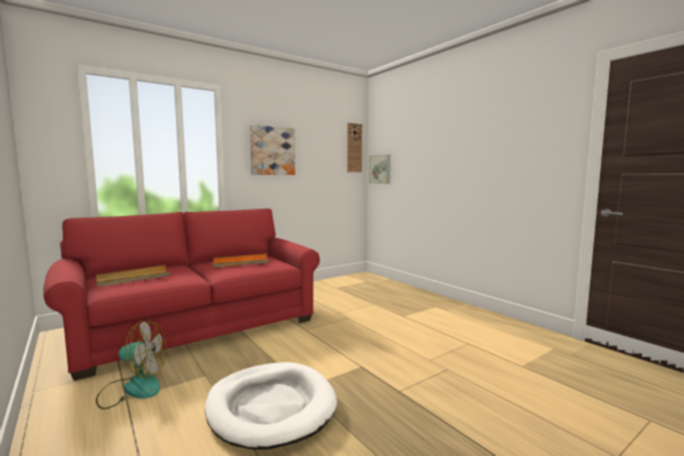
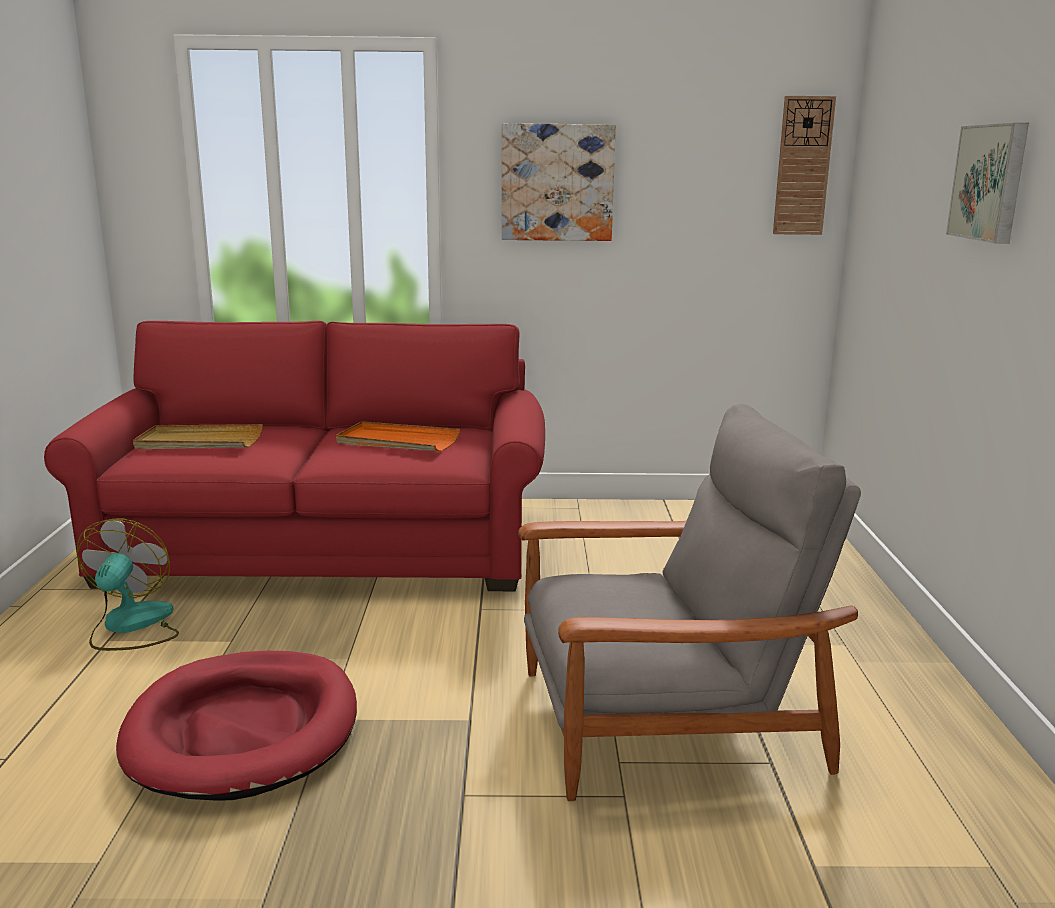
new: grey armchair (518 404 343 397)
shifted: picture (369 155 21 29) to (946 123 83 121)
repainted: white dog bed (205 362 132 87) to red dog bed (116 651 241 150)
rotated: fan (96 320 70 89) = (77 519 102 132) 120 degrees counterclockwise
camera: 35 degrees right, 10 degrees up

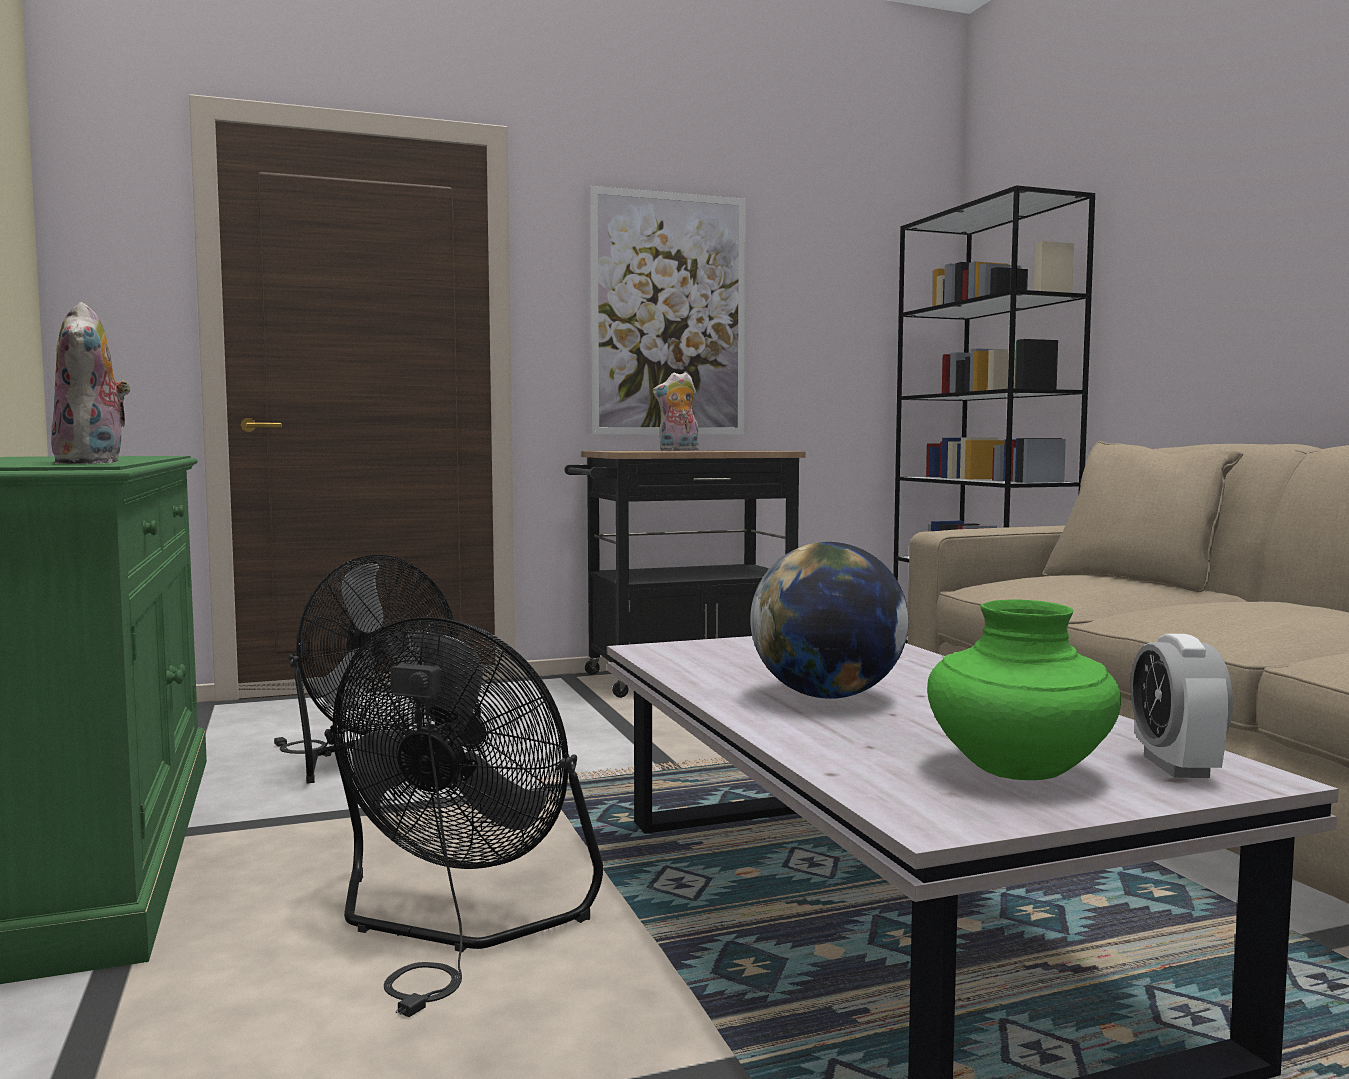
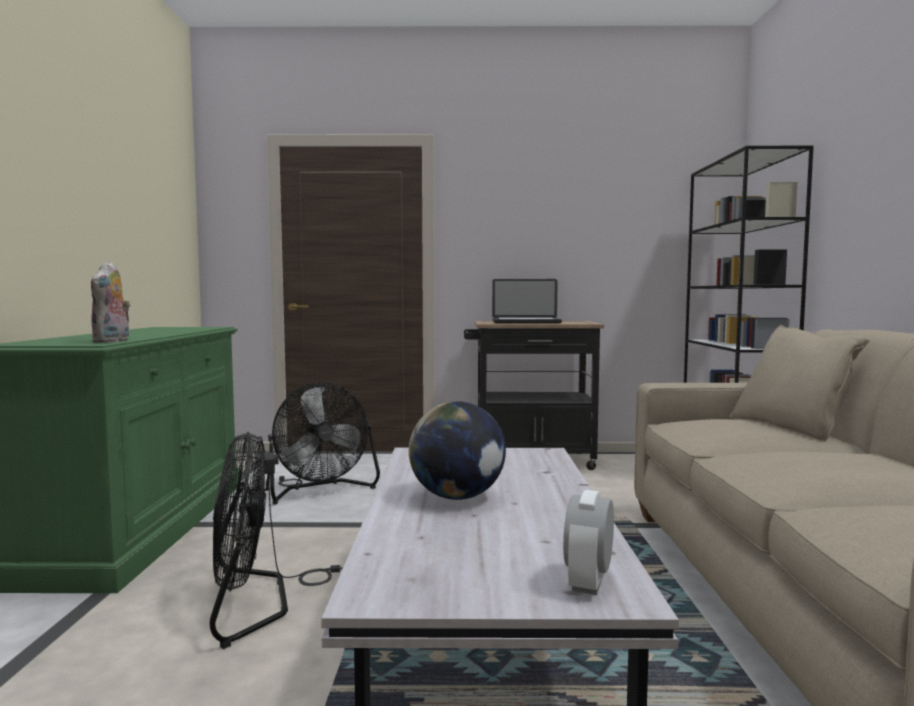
gone: picture (589 186 157 249); green vase (927 599 194 181)
swapped: plush toy (653 372 46 79) to laptop (492 279 70 44)
rotated: black fan (324 617 279 400) = (210 432 132 217) 150 degrees counterclockwise
camera: 20 degrees right, 0 degrees up

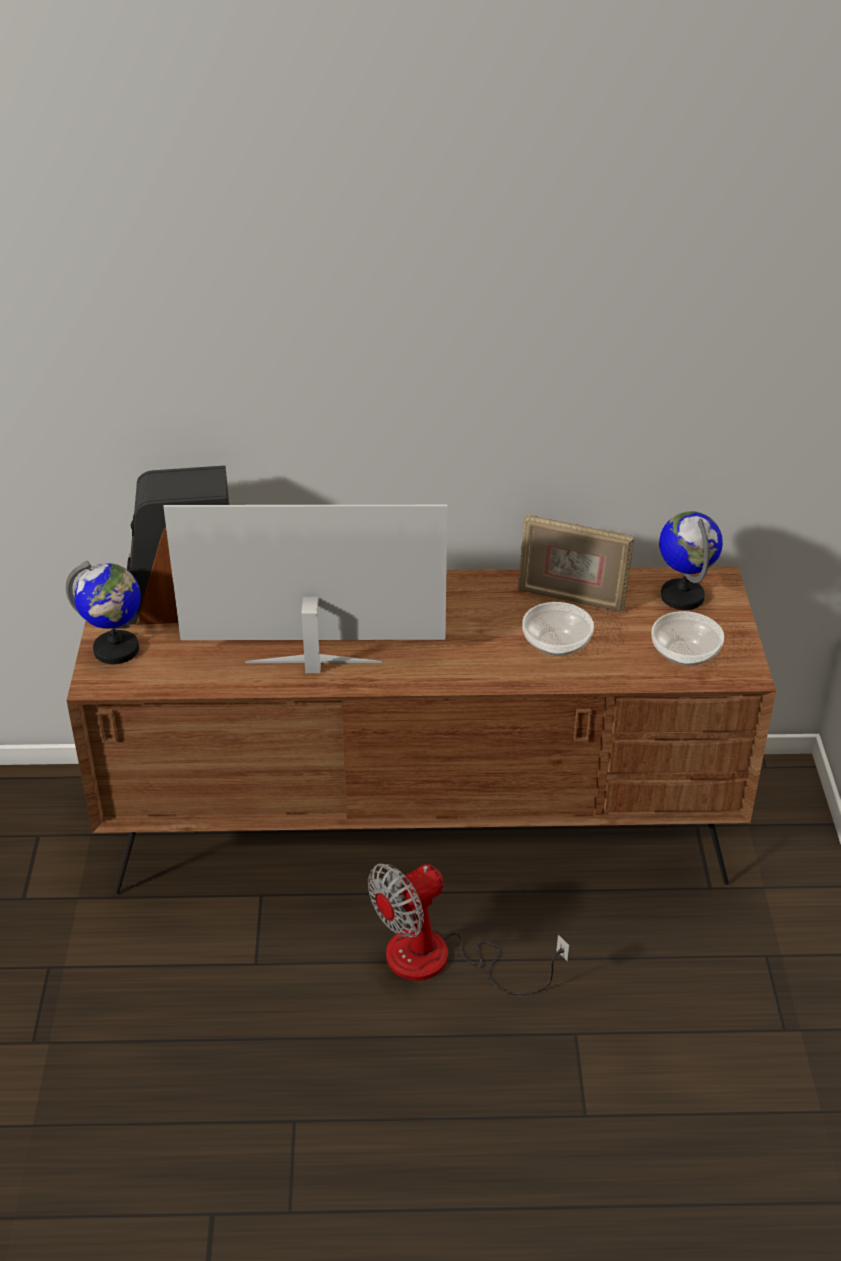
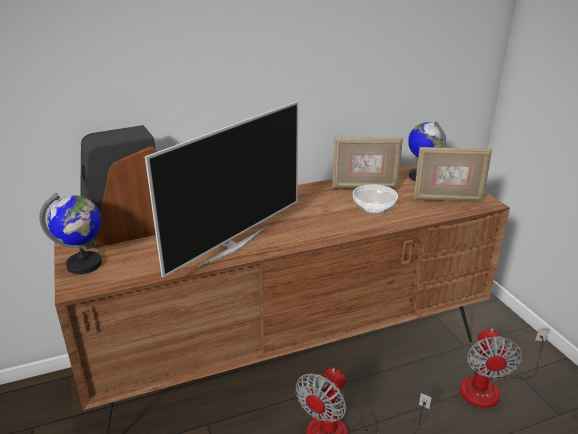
new: fan (460 329 88 79)
swapped: bowl (651 611 73 55) to picture frame (413 147 79 55)
rotated: television (163 505 284 168) = (145 101 153 176) 150 degrees clockwise
camera: 20 degrees left, 10 degrees down

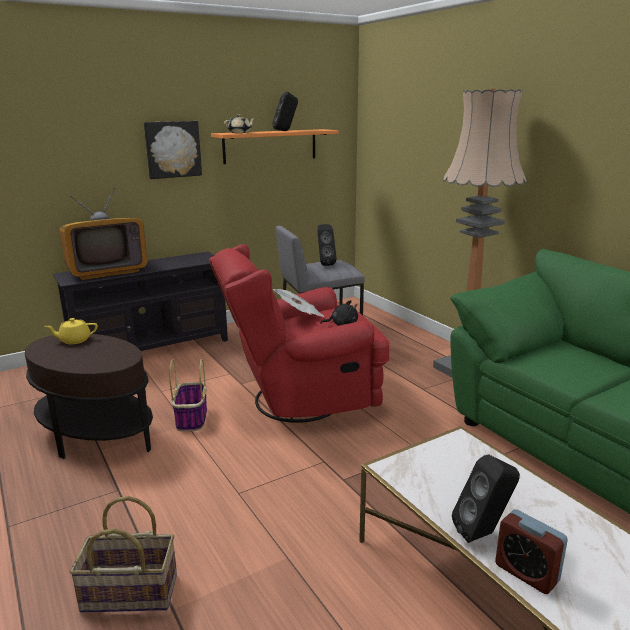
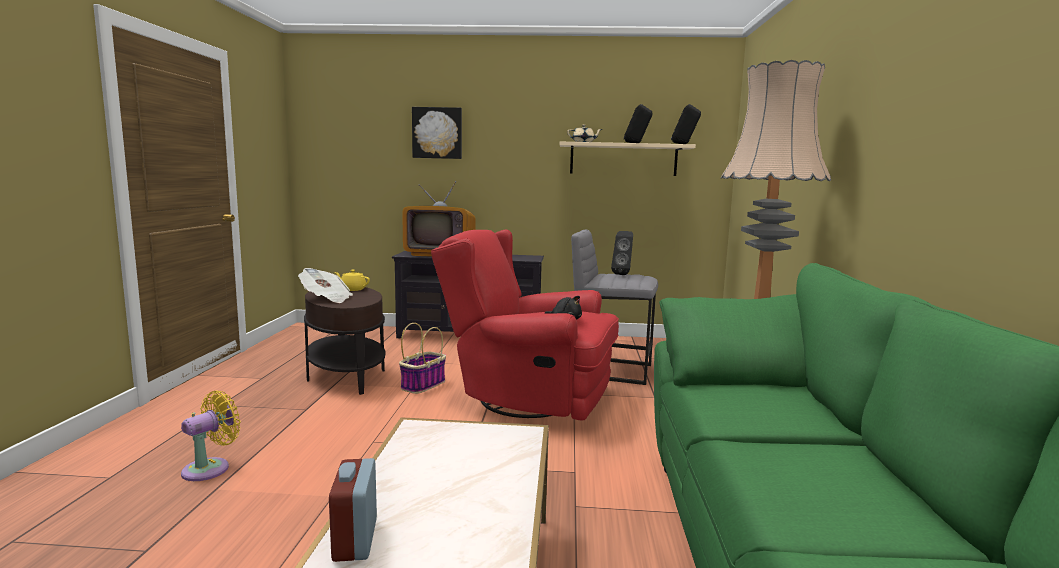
shifted: picture (144 121 58 58) to (412 107 50 52); newspaper (273 289 52 28) to (298 268 55 35); black speaker (452 454 68 89) to (671 104 30 40)
swapped: basket (70 496 107 117) to yellow fan (181 390 59 91)
repainted: orange shelf (211 129 128 35) to beige shelf (559 142 137 34)
camera: 35 degrees right, 10 degrees down

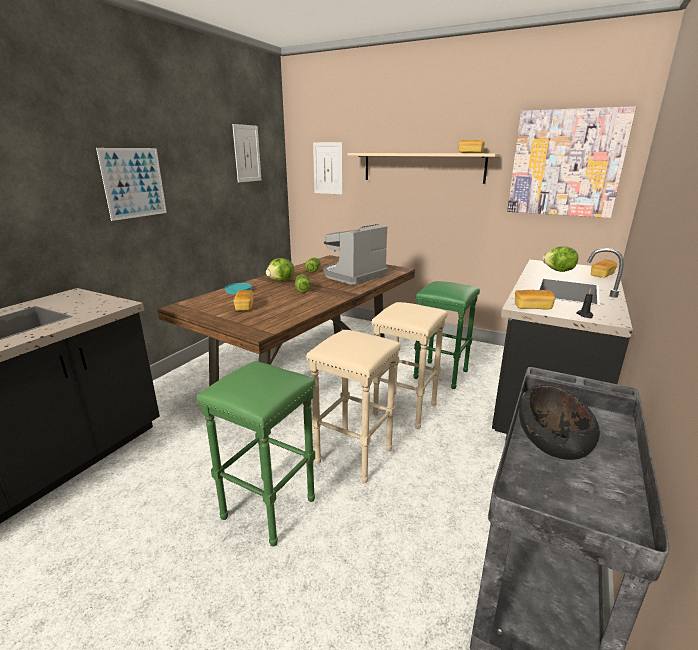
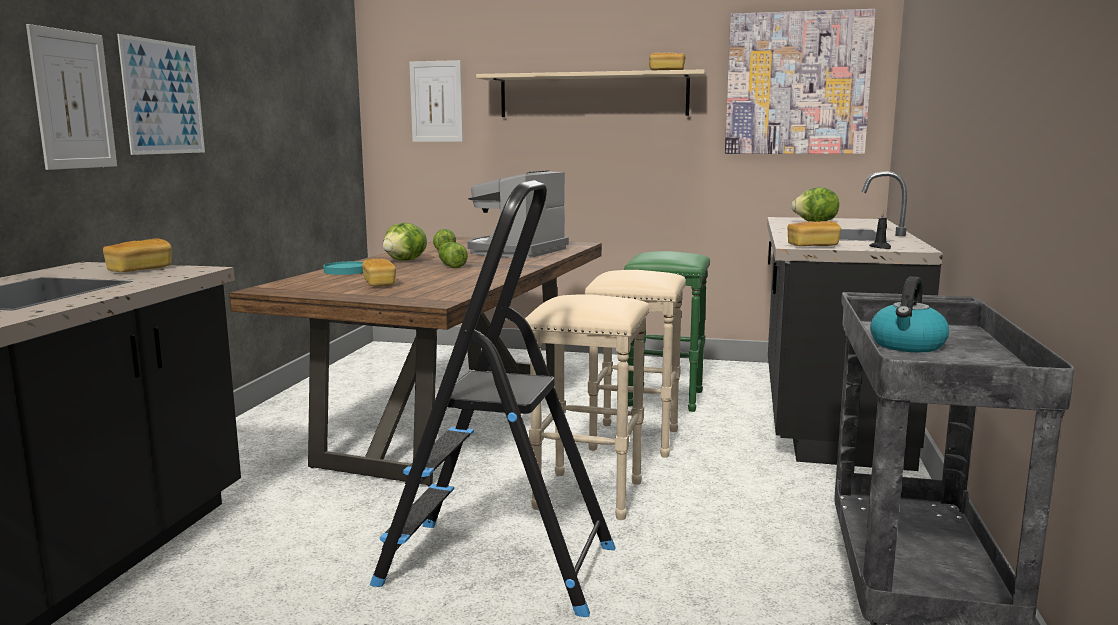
shifted: picture (232 124 29 59) to (26 24 91 146); bread (591 260 26 18) to (103 238 69 34)
swapped: green stool (197 361 119 186) to black step ladder (370 180 246 437); black bowl (519 384 81 76) to kettle (870 276 79 76)
camera: 15 degrees left, 10 degrees down

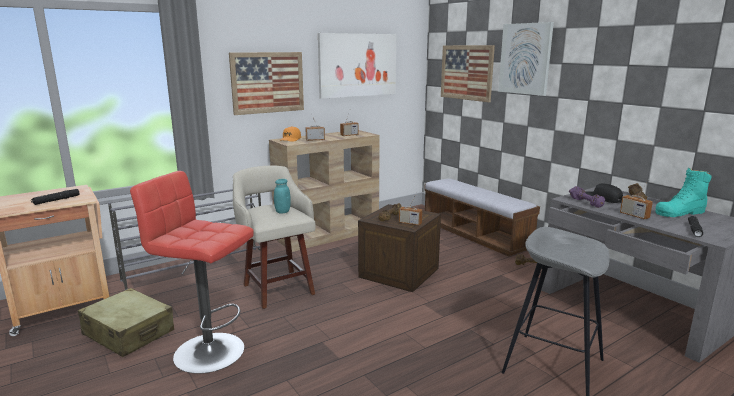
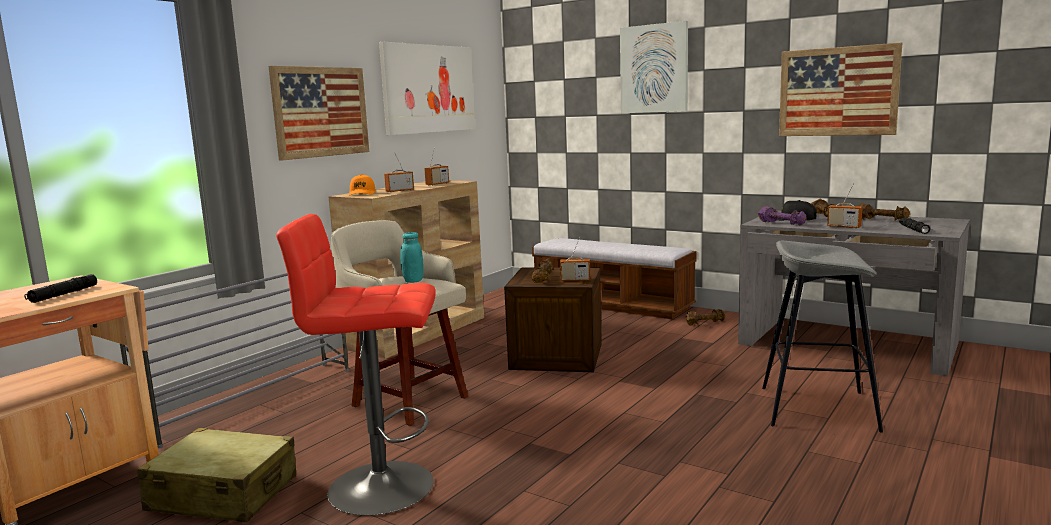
shifted: picture (441 45 54 57) to (779 42 123 94)
swapped: turquoise boot (656 167 55 50) to brown dumbbell (858 204 52 17)
camera: 20 degrees left, 5 degrees down

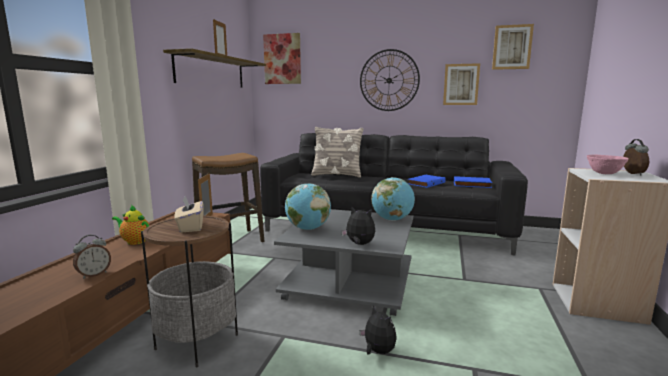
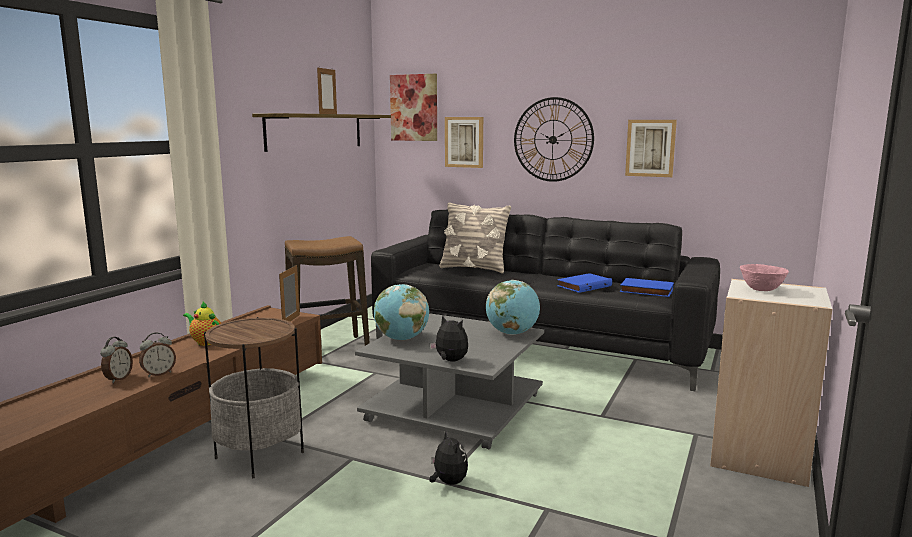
gone: beige tissue box (174 196 29 37)
shifted: picture (492 24 42 46) to (445 117 38 51); alarm clock (623 139 26 36) to (100 337 33 46)
camera: 10 degrees right, 0 degrees up

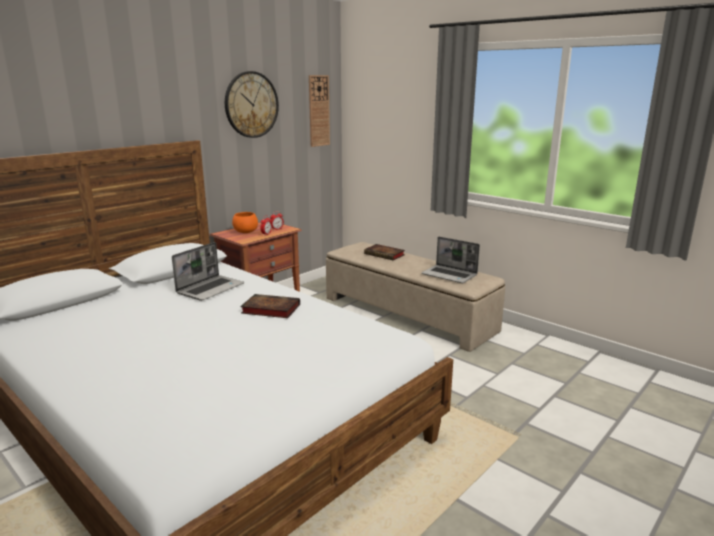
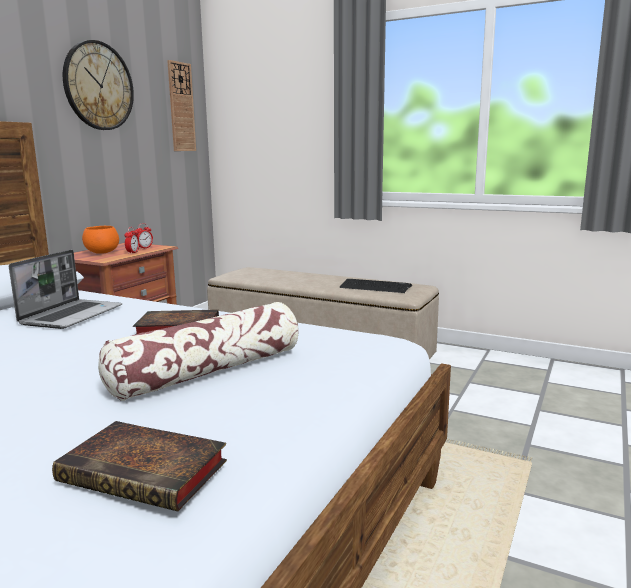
new: pillow (98 302 201 99)
shifted: book (364 244 41 16) to (52 421 175 90)
swapped: laptop (421 236 59 47) to keyboard (339 279 73 14)
camera: 15 degrees left, 5 degrees down

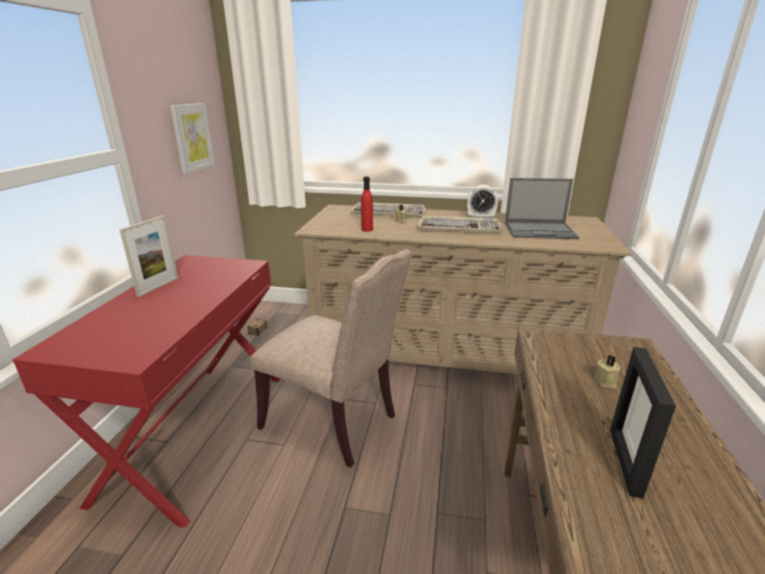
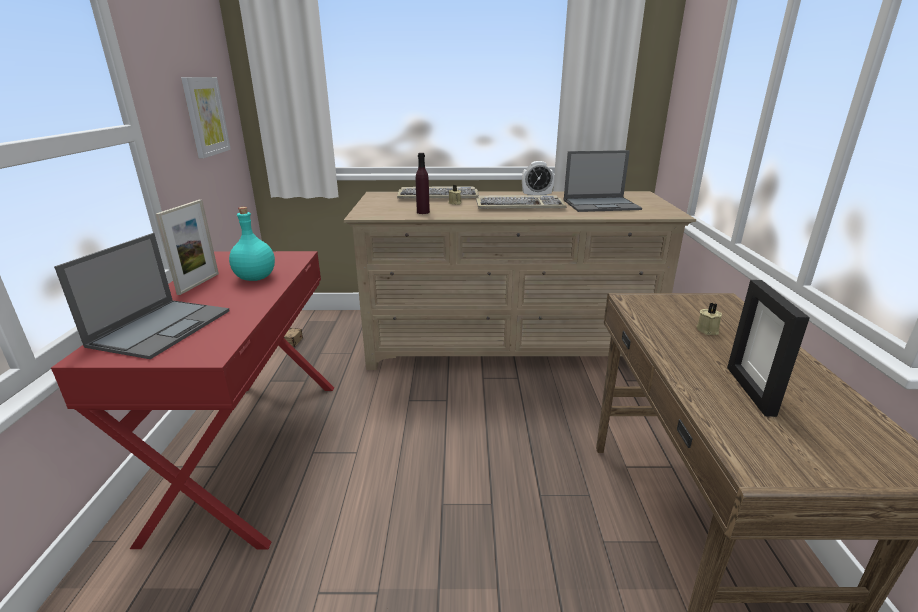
gone: beige chair (250 249 162 218)
new: laptop (54 233 176 126); turquoise bottle (229 207 46 74)
repainted: red bottle (361 176 12 56) to purple bottle (416 153 14 61)
camera: 10 degrees left, 0 degrees up

